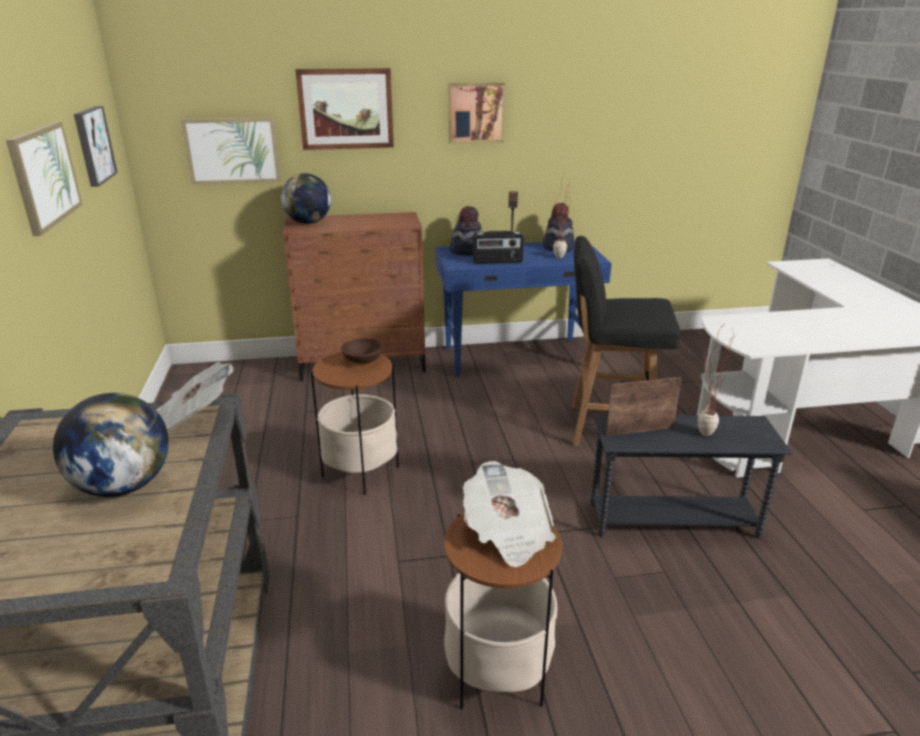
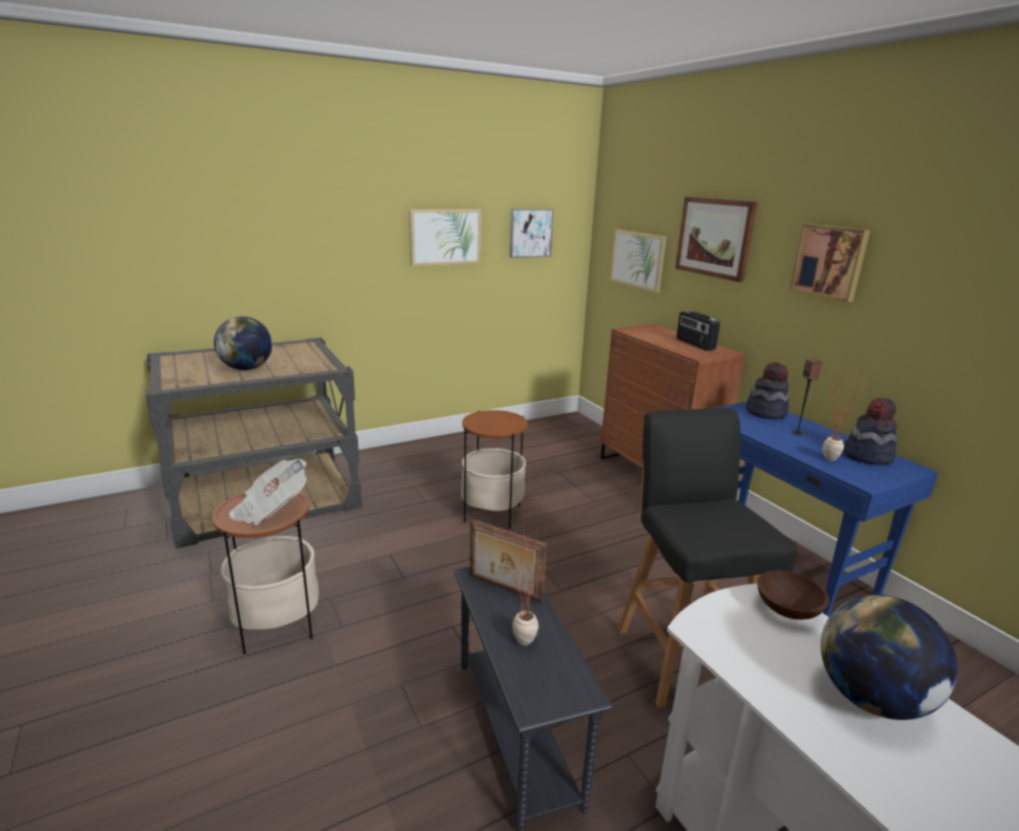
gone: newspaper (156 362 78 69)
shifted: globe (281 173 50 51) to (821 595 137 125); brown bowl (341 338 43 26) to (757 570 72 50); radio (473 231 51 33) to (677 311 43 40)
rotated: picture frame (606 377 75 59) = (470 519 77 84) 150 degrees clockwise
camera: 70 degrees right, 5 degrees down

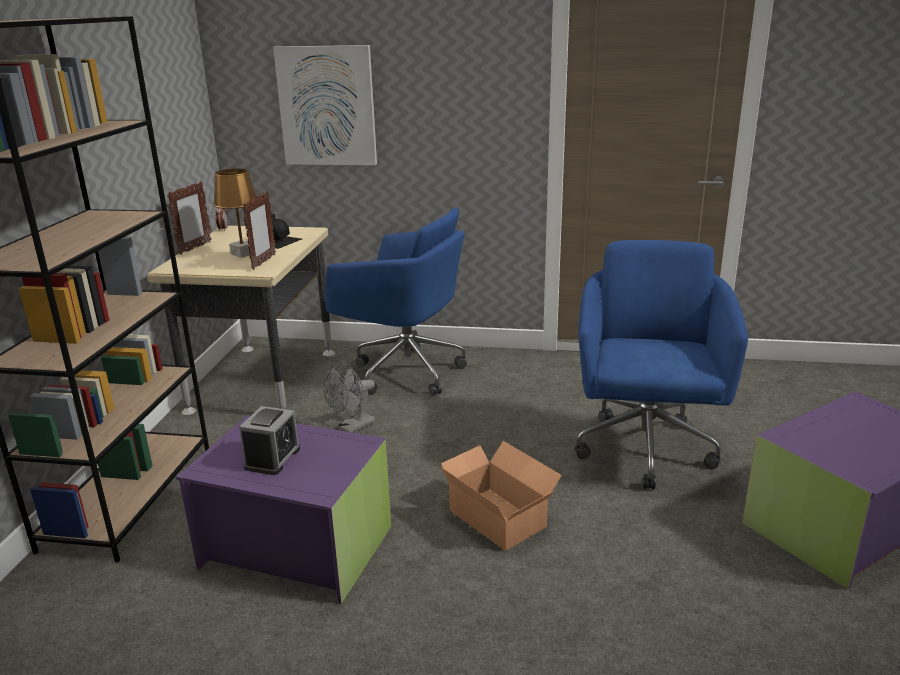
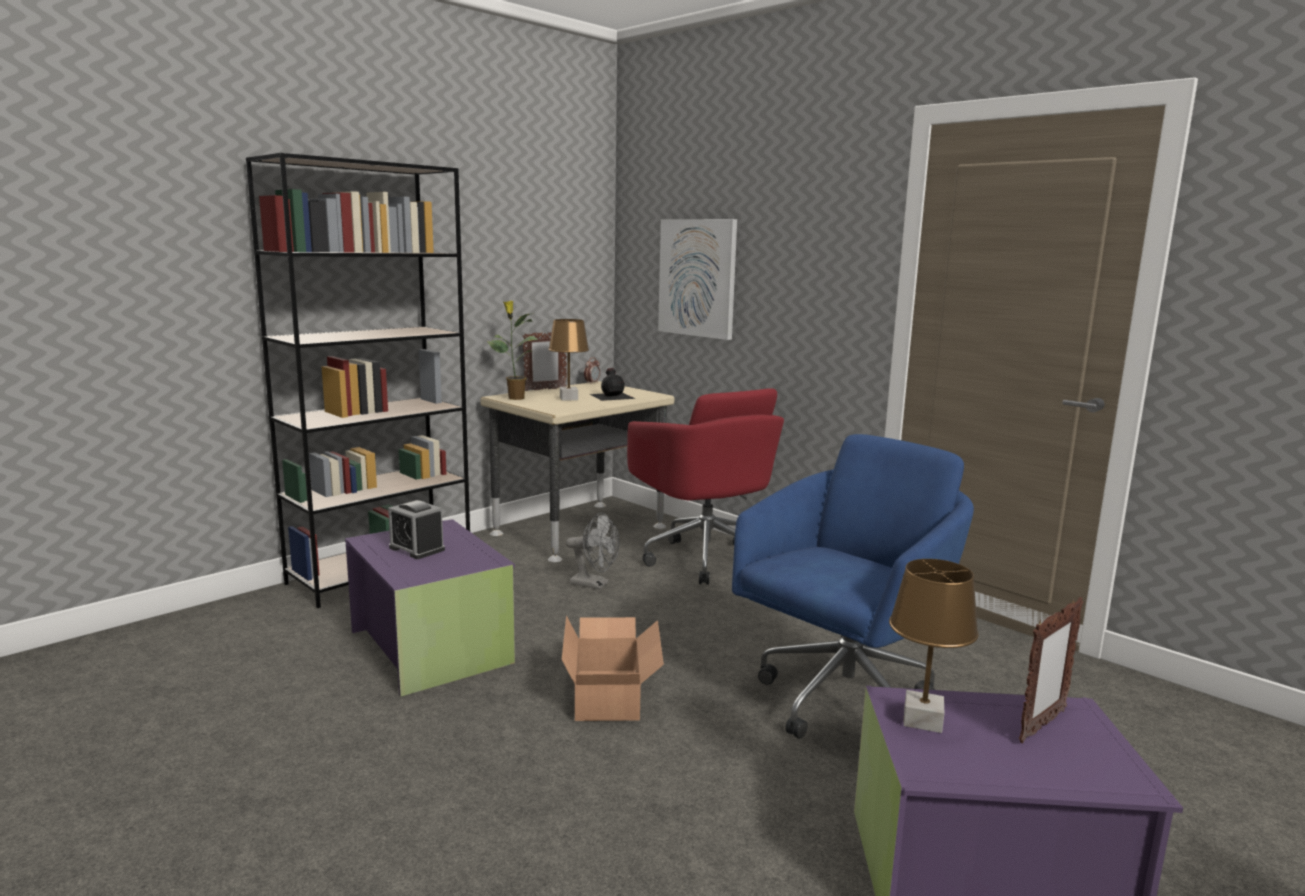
new: potted plant (488 301 50 99); brown table lamp (889 559 90 174)
shifted: picture frame (242 191 34 79) to (1019 597 64 147)
repainted: blue office chair (325 207 141 189) to red office chair (627 388 157 197)
rotated: alarm clock (239 406 61 69) = (388 500 57 59) 75 degrees clockwise; grey fan (324 362 52 71) = (566 513 53 76) 150 degrees counterclockwise
camera: 35 degrees right, 10 degrees down

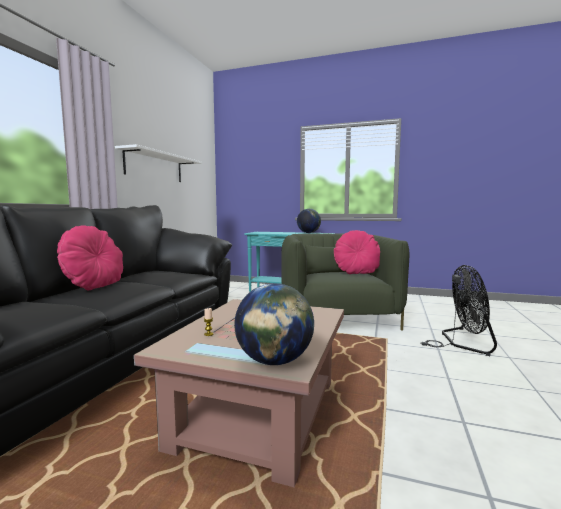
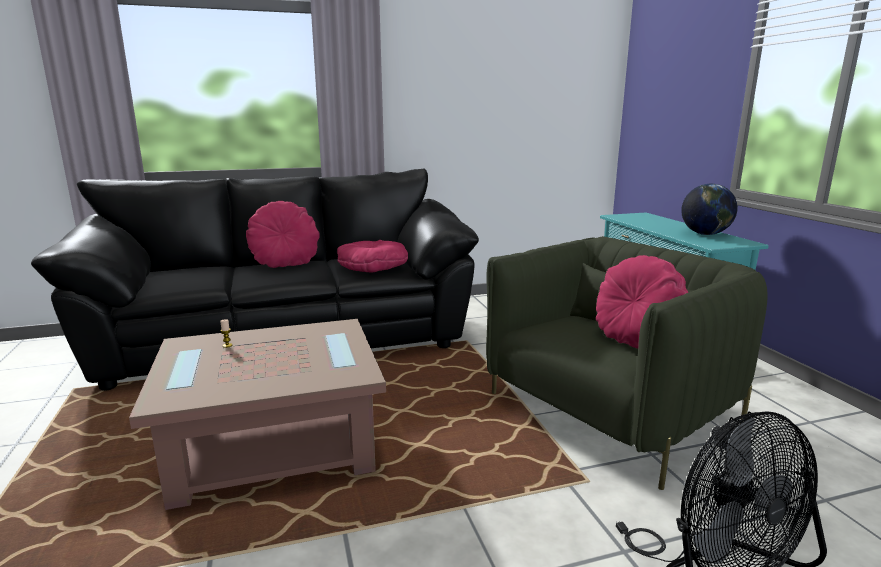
gone: white shelf (115 144 87 38); globe (234 283 80 82)
new: pink pillow (337 240 71 33)
camera: 55 degrees right, 10 degrees up

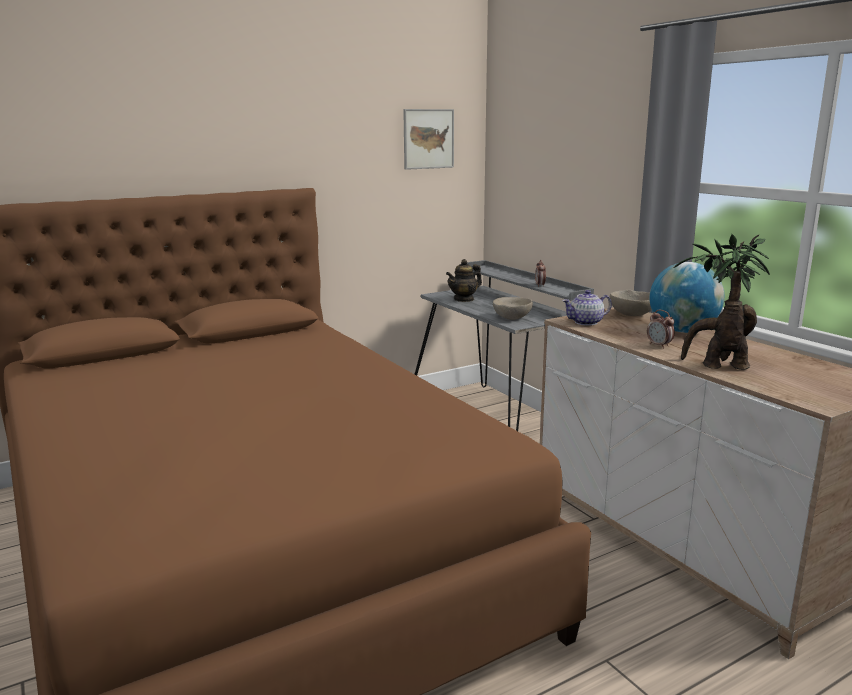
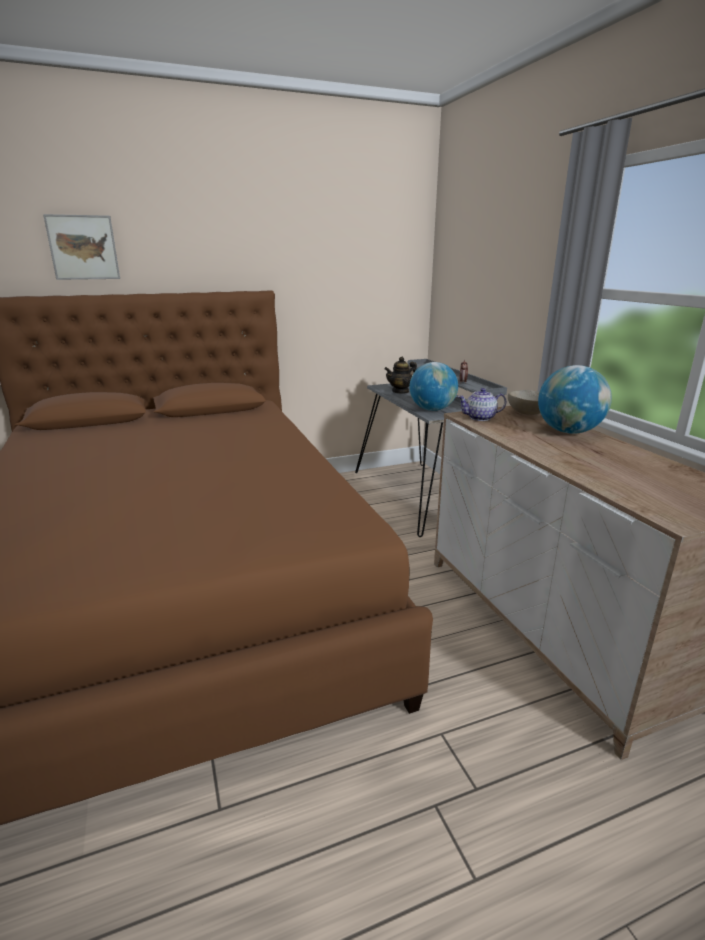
gone: alarm clock (647 310 28 39); potted plant (674 234 96 136)
shifted: picture (403 109 51 61) to (43 214 77 66)
swapped: beige bowl (493 297 40 23) to globe (409 362 49 49)
camera: 10 degrees right, 5 degrees up

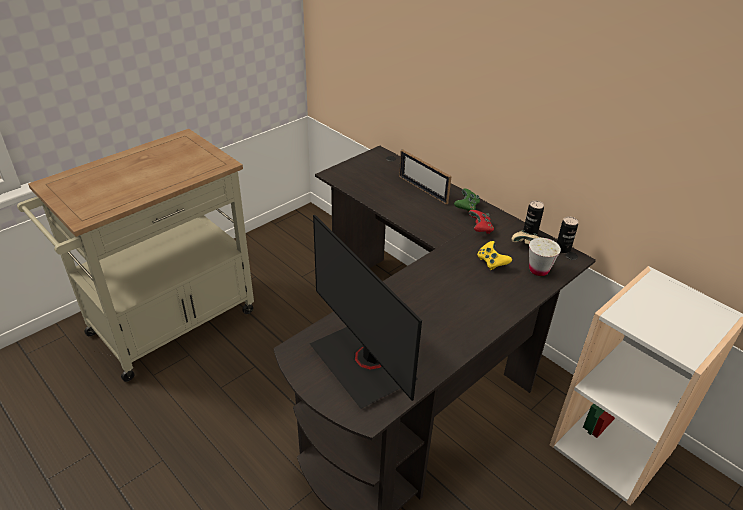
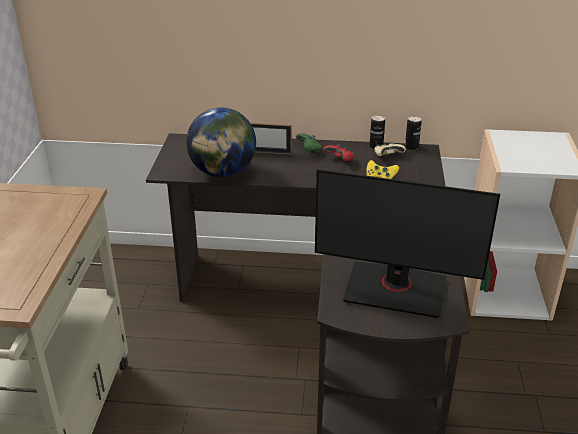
gone: white cup (529 238 32 38)
new: globe (186 108 70 69)
camera: 40 degrees left, 5 degrees down

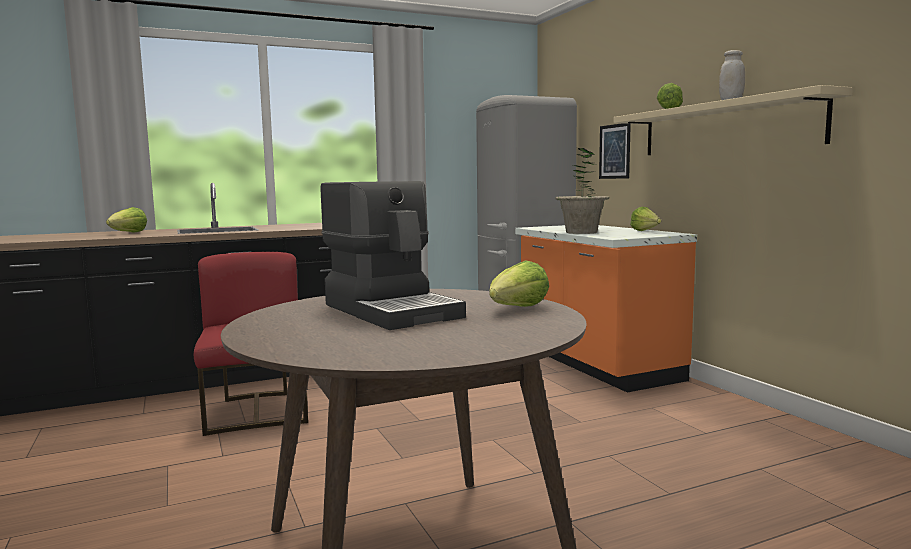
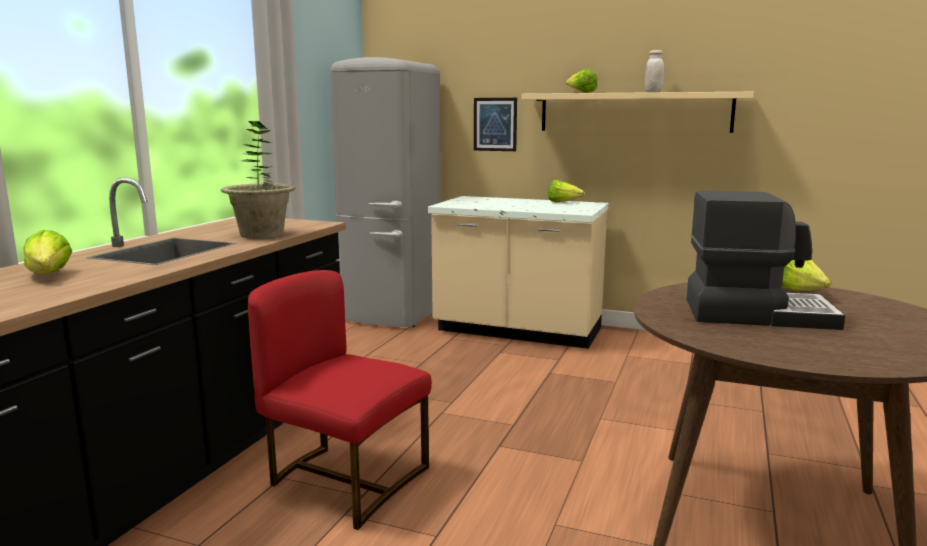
shifted: potted plant (555 148 54 86) to (221 121 75 118)
repainted: orange counter (515 225 182 167) to beige counter (428 196 181 153)
camera: 45 degrees left, 5 degrees up

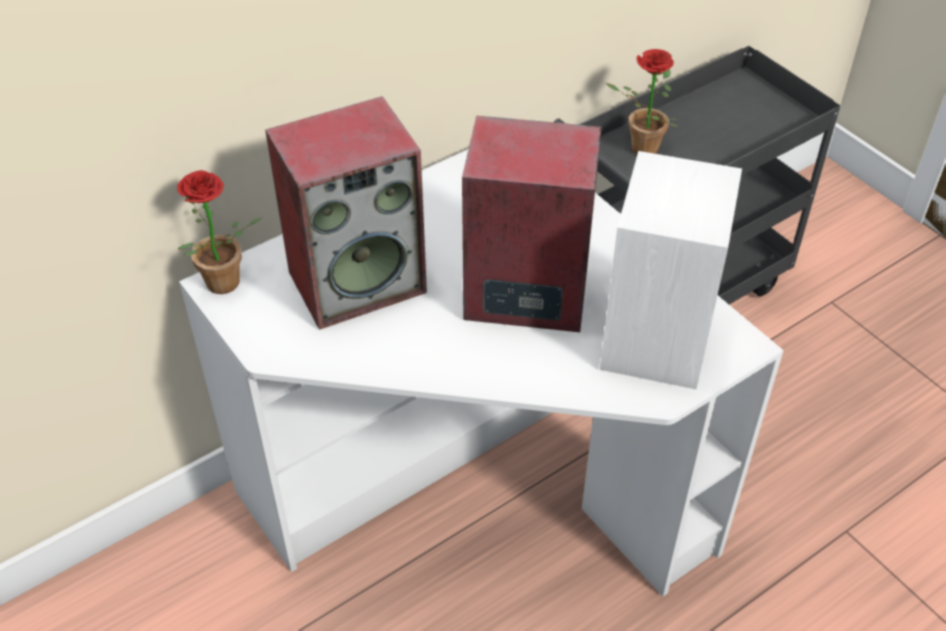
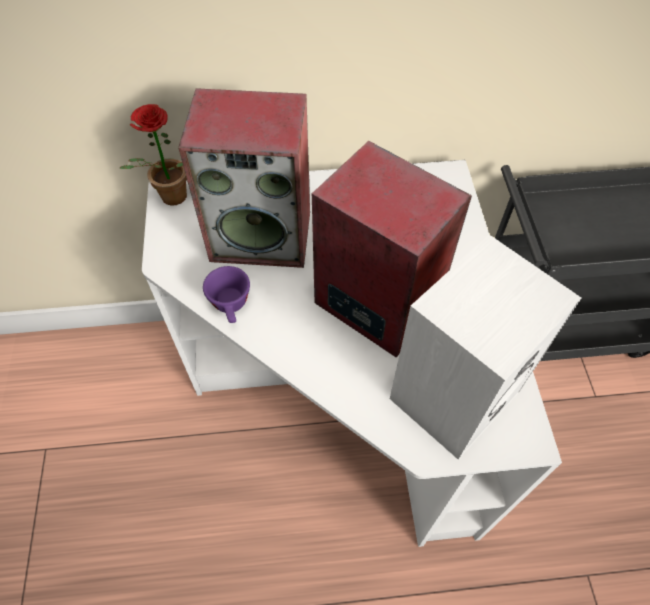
gone: potted plant (605 49 73 105)
new: purple cup (203 266 47 57)
camera: 30 degrees right, 10 degrees up

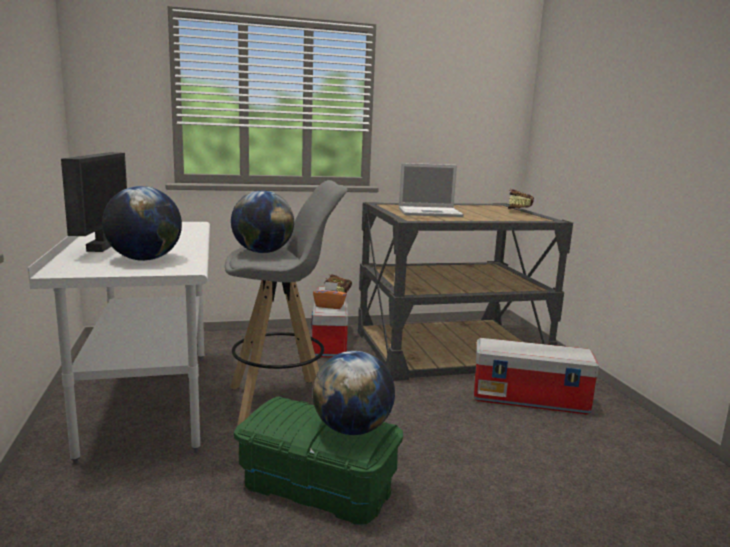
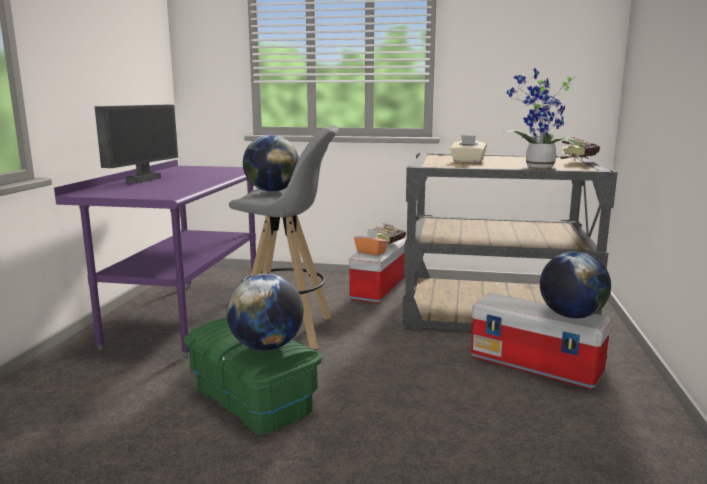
new: potted plant (502 68 80 100)
shifted: globe (102 186 80 75) to (540 251 71 67)
swapped: laptop (399 163 65 54) to beige tissue box (450 135 37 28)
repainted: white desk (28 222 182 243) to purple desk (54 159 202 198)
camera: 25 degrees right, 0 degrees up

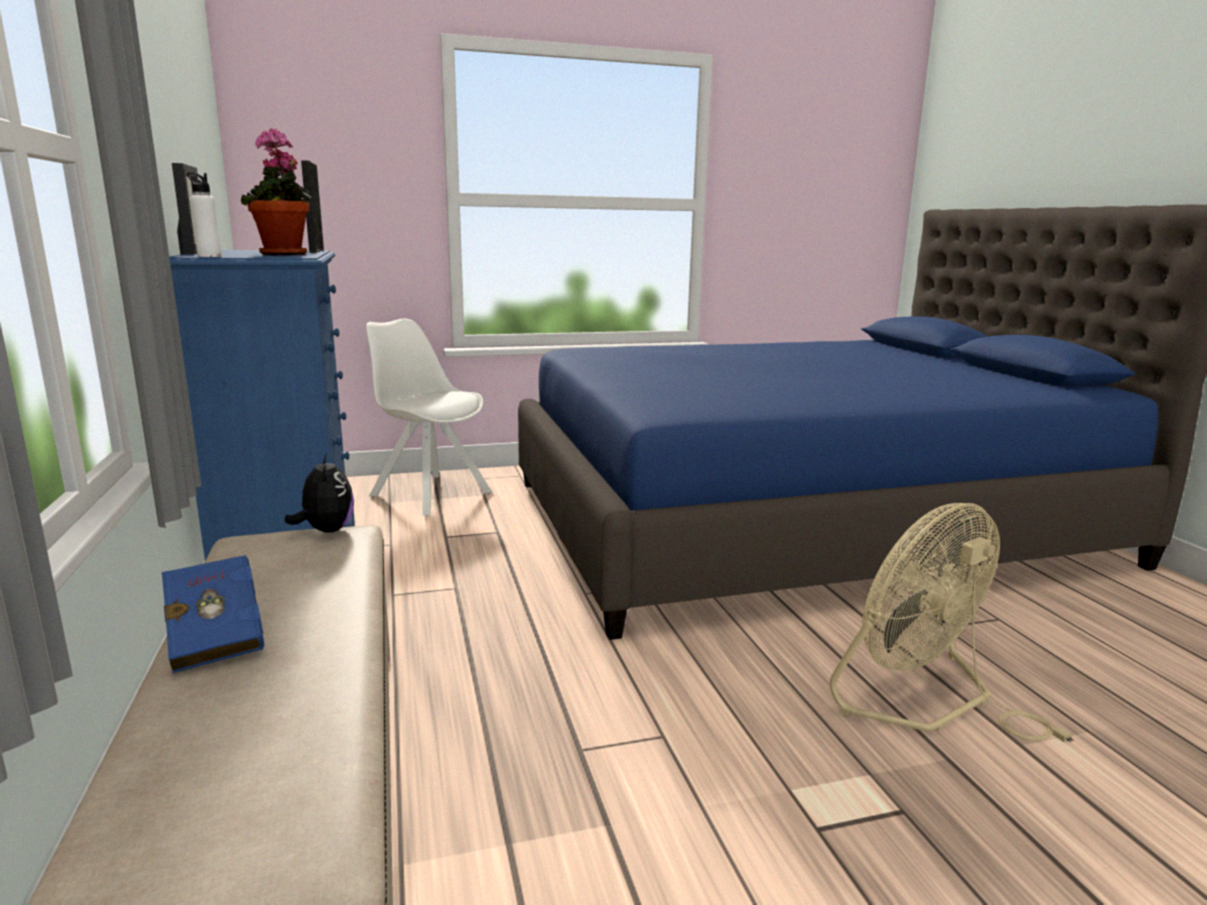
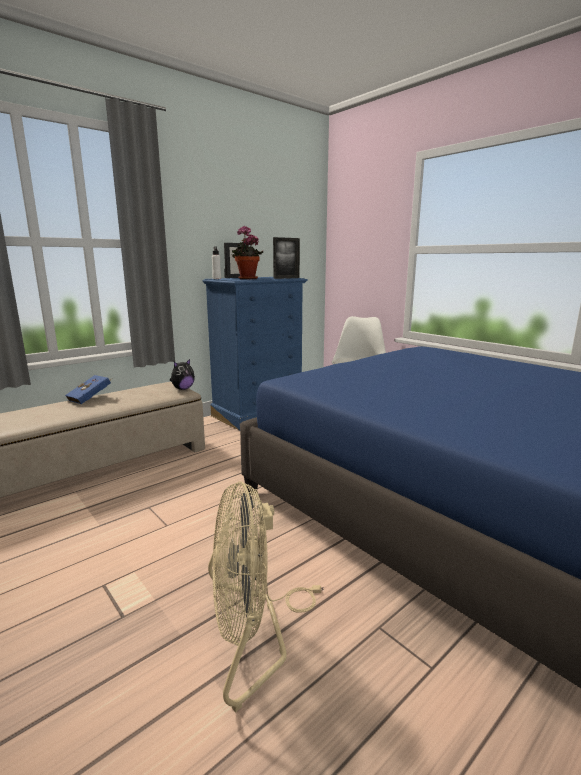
rotated: beige fan (830 503 243 239) = (208 481 116 232) 135 degrees counterclockwise
camera: 65 degrees right, 0 degrees up

